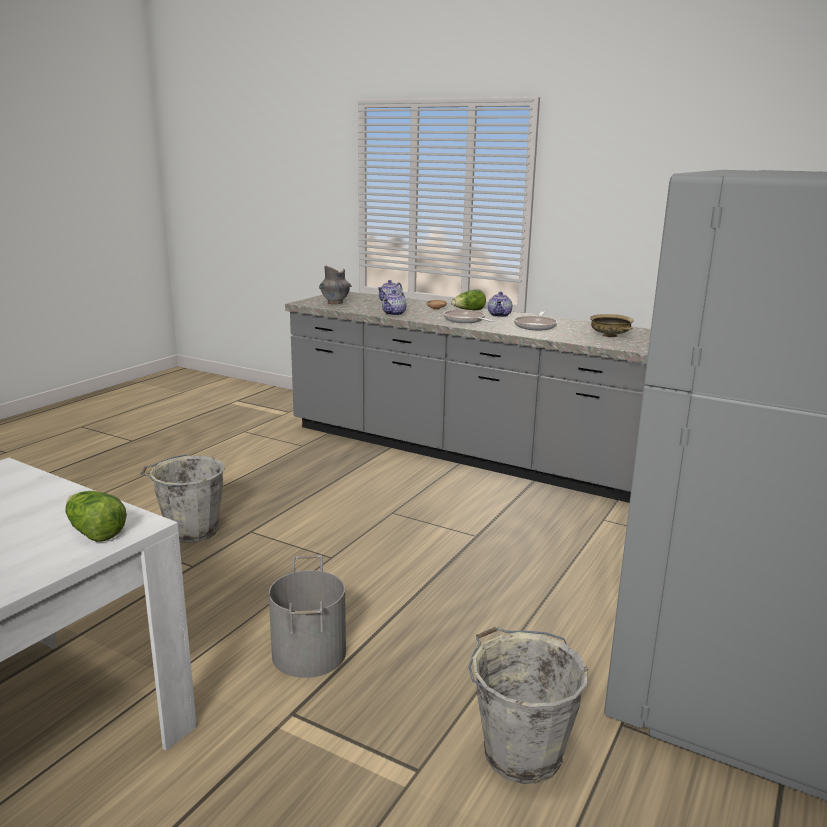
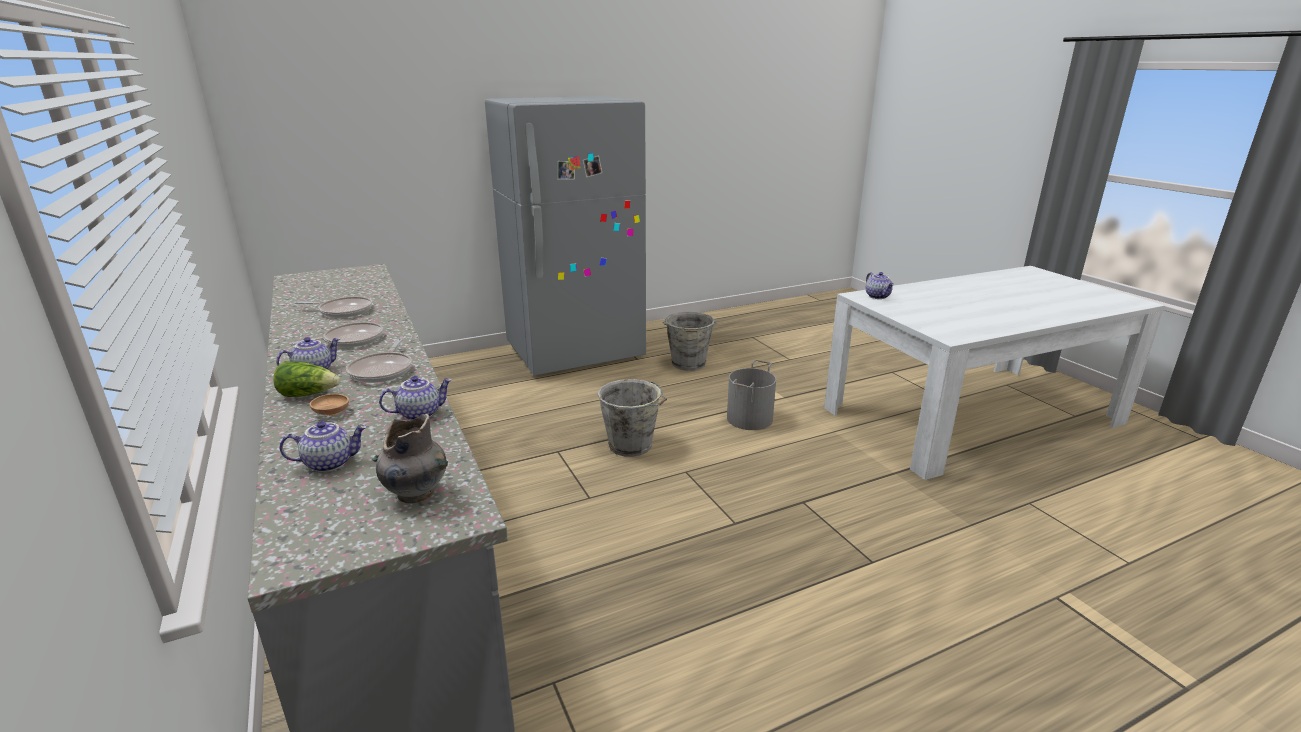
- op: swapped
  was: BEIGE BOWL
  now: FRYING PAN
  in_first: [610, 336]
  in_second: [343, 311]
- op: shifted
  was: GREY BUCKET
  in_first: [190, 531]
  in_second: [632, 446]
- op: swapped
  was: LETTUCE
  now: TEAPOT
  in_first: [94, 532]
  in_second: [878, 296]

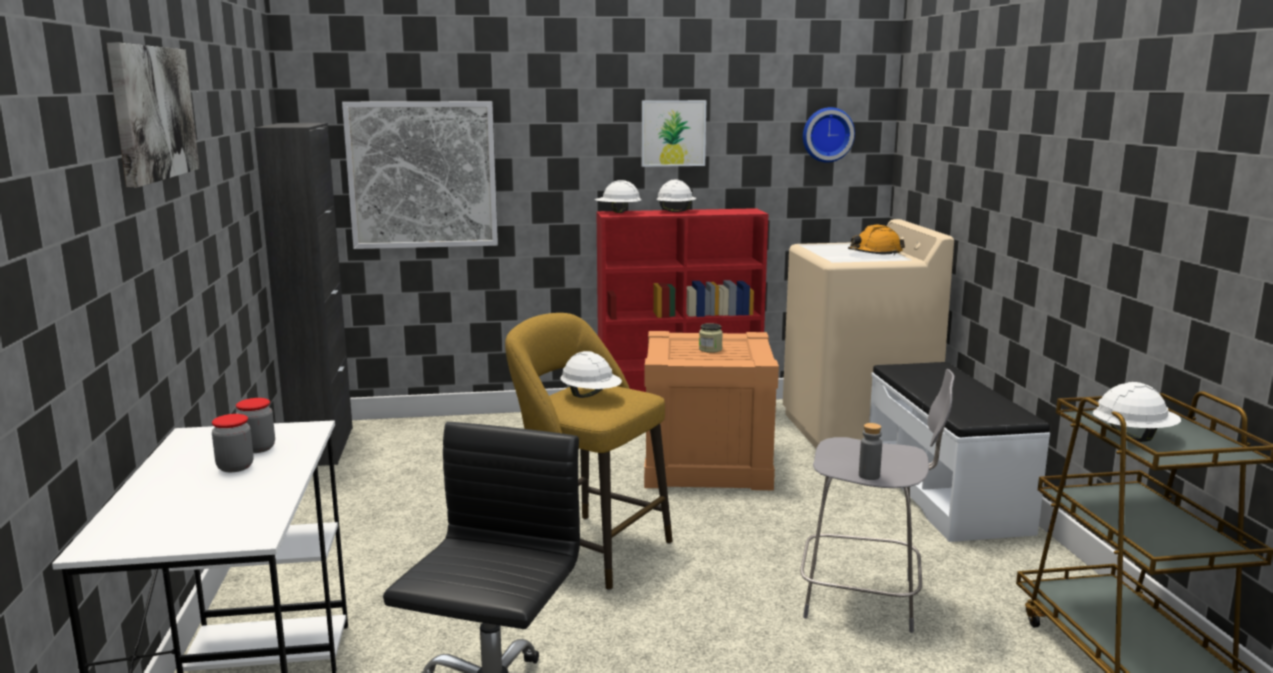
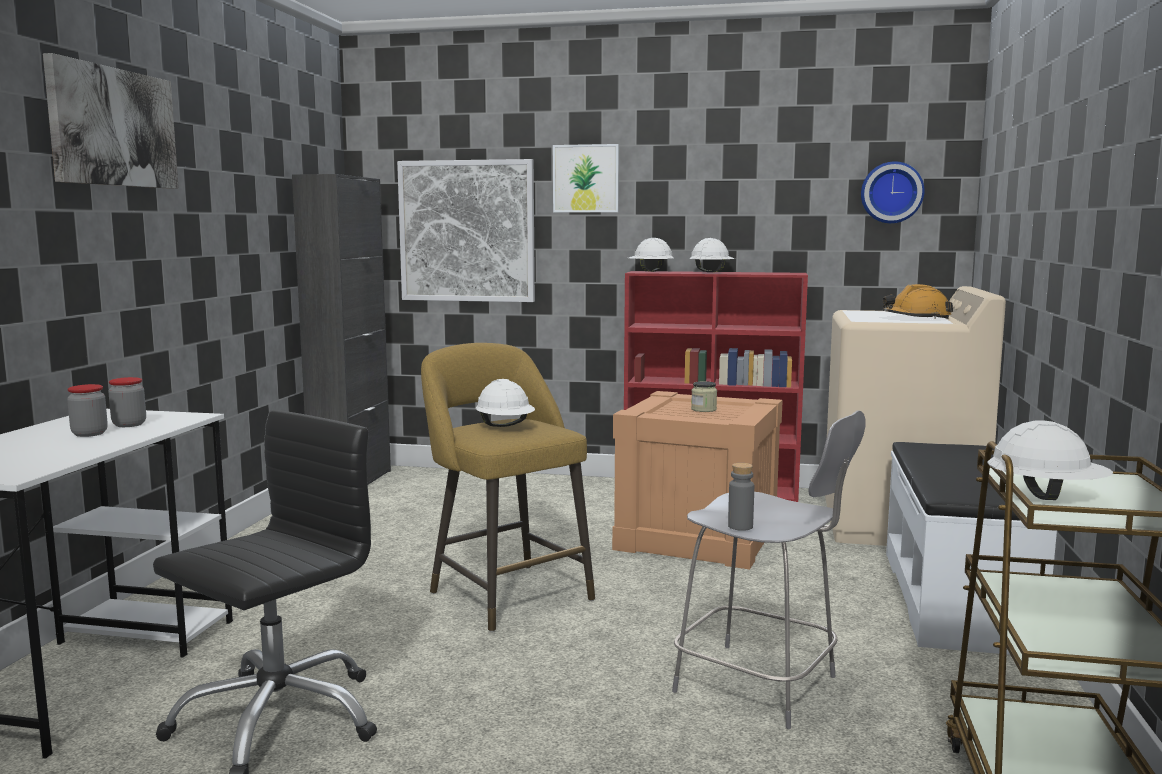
- op: shifted
  was: PICTURE
  in_first: [673, 133]
  in_second: [586, 178]

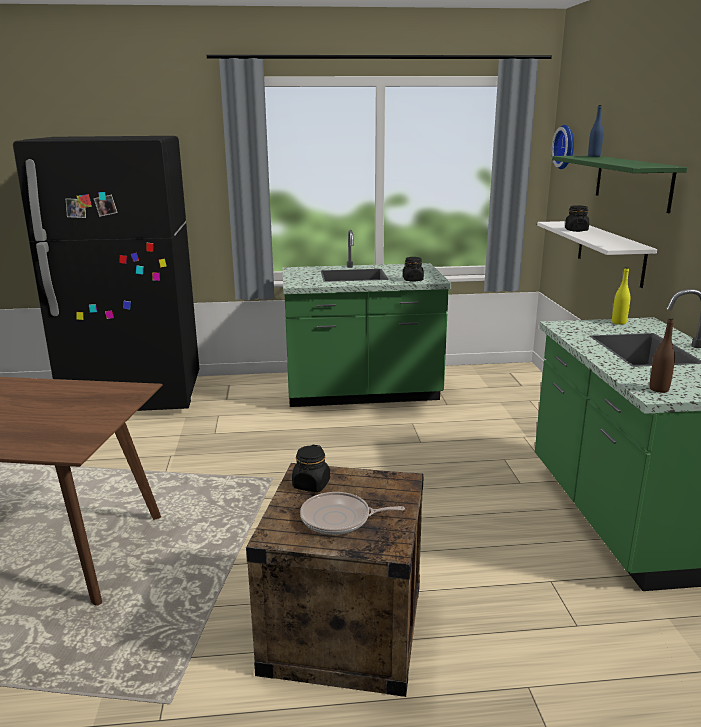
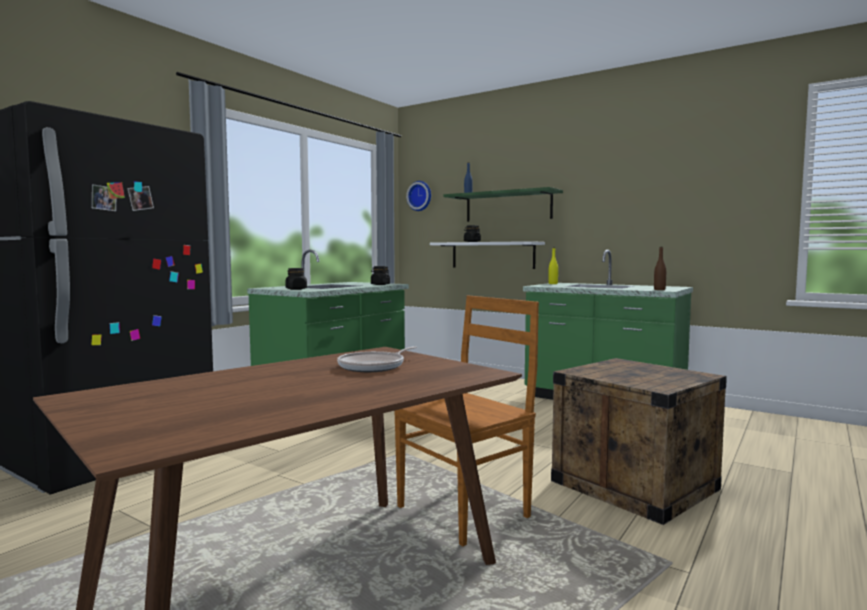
- op: shifted
  was: BLACK JAR
  in_first: [311, 485]
  in_second: [296, 289]
- op: shifted
  was: FRYING PAN
  in_first: [339, 519]
  in_second: [374, 366]
- op: new
  now: BROWN CHAIR
  in_second: [466, 512]

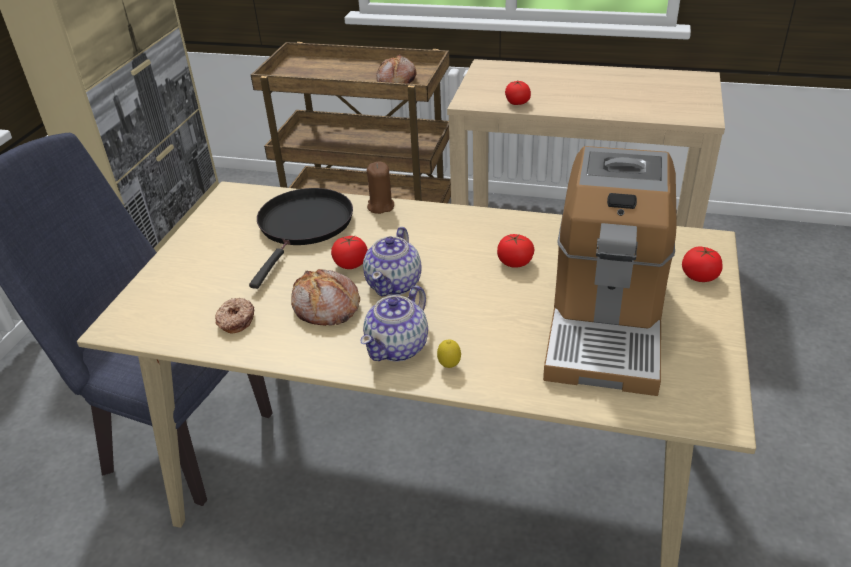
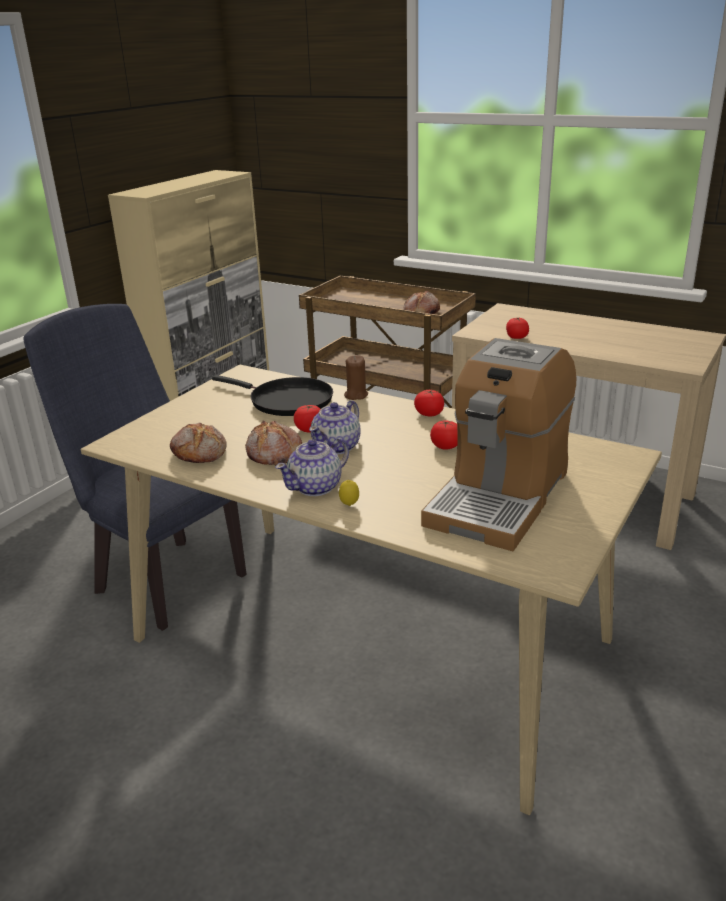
- op: rotated
  was: BLACK FRYING PAN
  in_first: [304, 227]
  in_second: [286, 401]
  clockwise: 90
- op: shifted
  was: TOMATO
  in_first: [699, 276]
  in_second: [429, 414]
- op: swapped
  was: DONUT
  now: BREAD
  in_first: [235, 320]
  in_second: [200, 452]

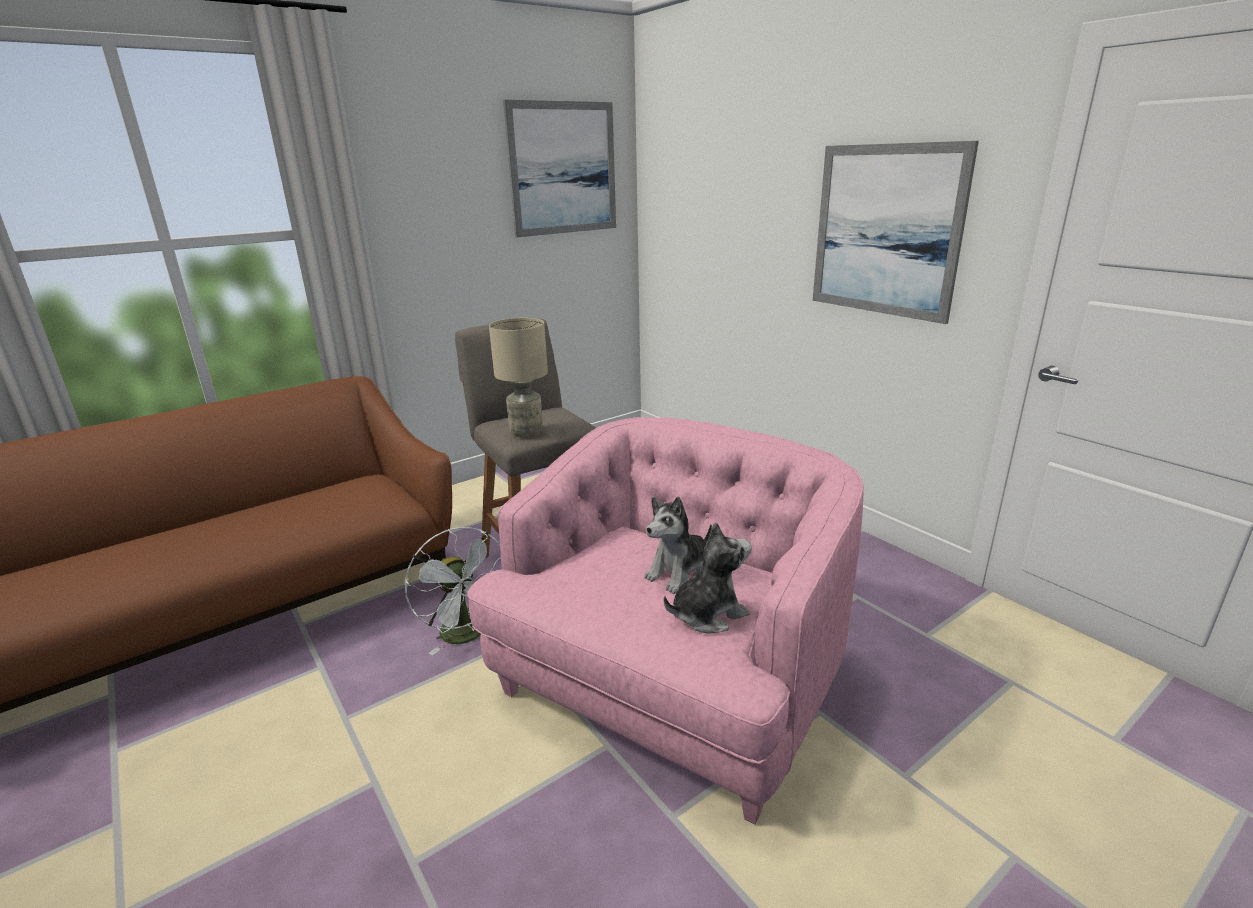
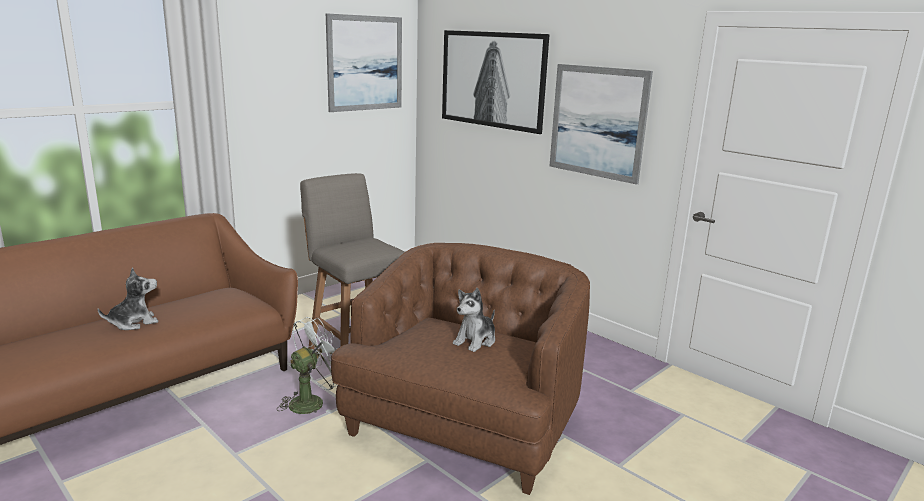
- op: gone
  was: BEIGE TABLE LAMP
  in_first: [526, 432]
- op: repainted
  was: PINK ARMCHAIR
  now: BROWN ARMCHAIR
  in_first: [670, 683]
  in_second: [464, 424]
- op: shifted
  was: PLUSH TOY
  in_first: [707, 614]
  in_second: [134, 322]
- op: rotated
  was: WHITE FAN
  in_first: [468, 635]
  in_second: [312, 401]
  clockwise: -90
- op: new
  now: PICTURE
  in_second: [493, 79]

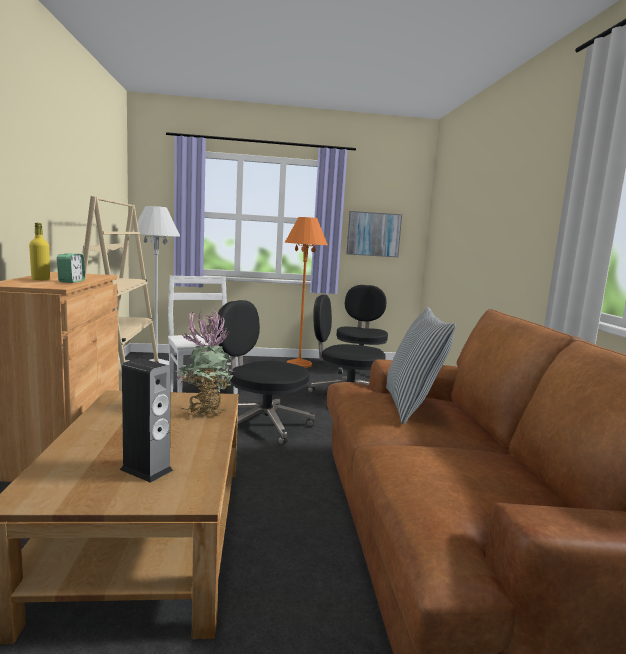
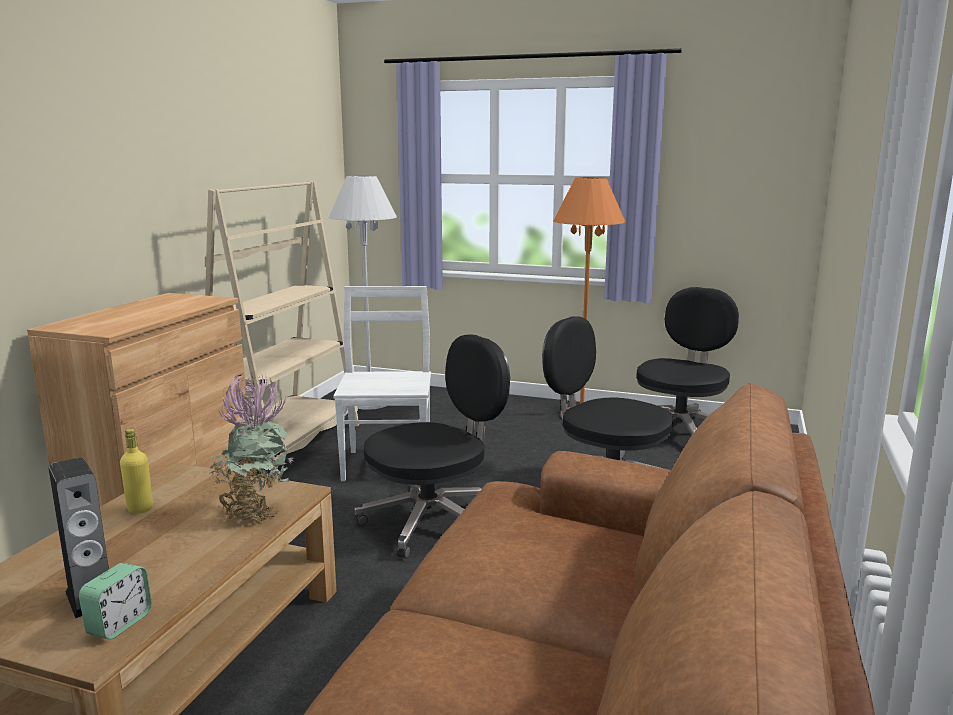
- op: gone
  was: PICTURE
  in_first: [373, 234]
- op: shifted
  was: YELLOW BOTTLE
  in_first: [40, 279]
  in_second: [140, 509]
- op: shifted
  was: ALARM CLOCK
  in_first: [71, 281]
  in_second: [119, 624]
- op: rotated
  was: BLACK OFFICE CHAIR
  in_first: [262, 424]
  in_second: [433, 521]
  clockwise: 90
- op: gone
  was: PILLOW
  in_first: [412, 406]

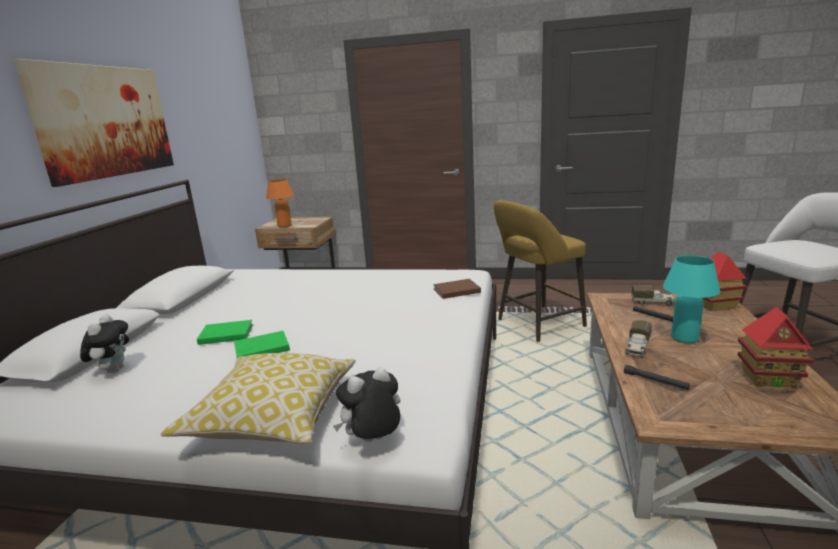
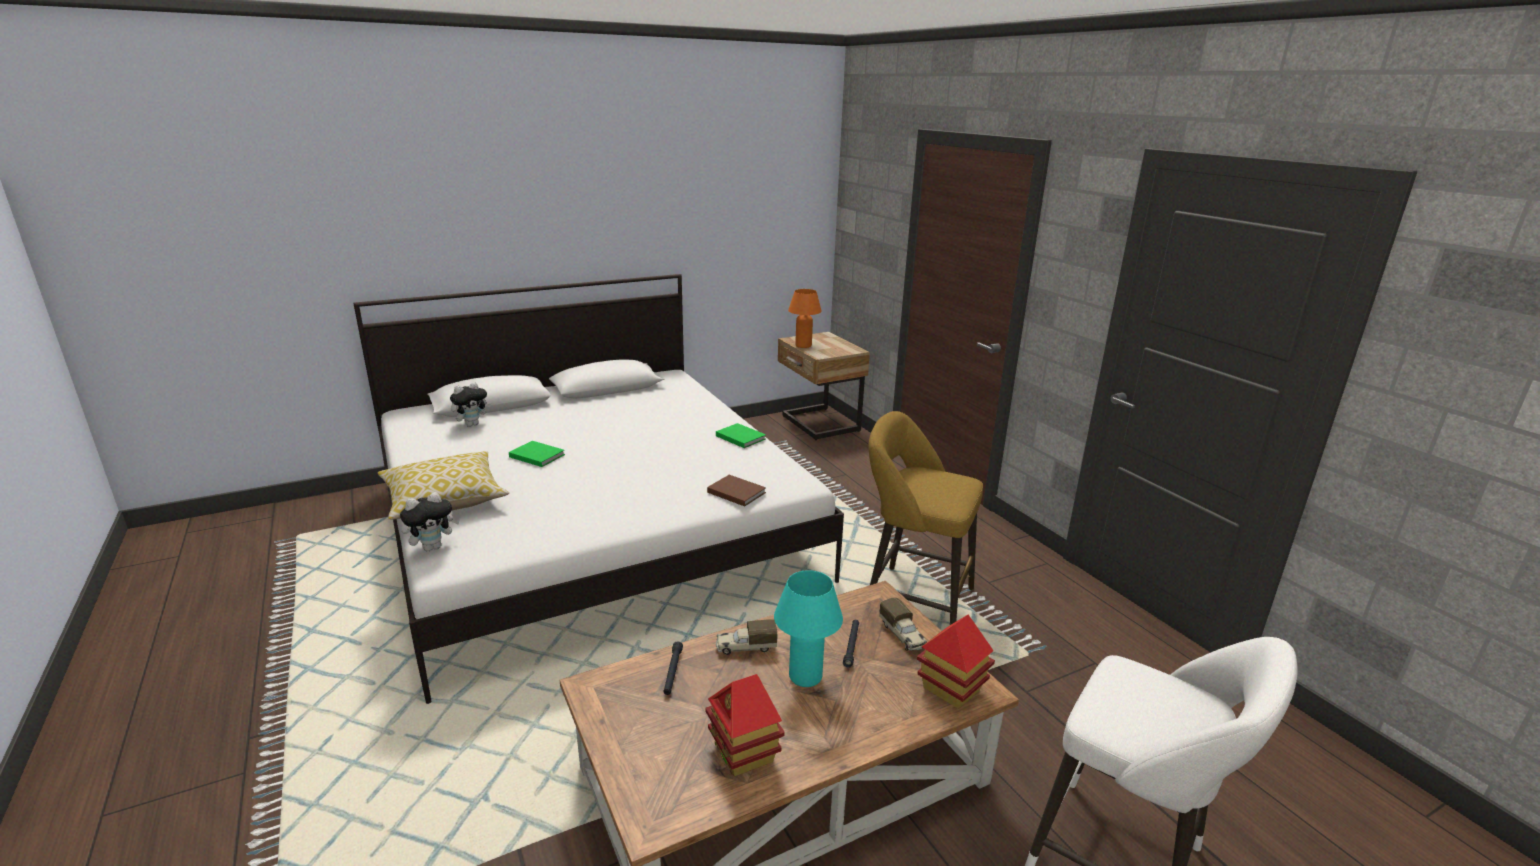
- op: gone
  was: PICTURE
  in_first: [105, 122]
- op: shifted
  was: GREEN BOOK
  in_first: [225, 334]
  in_second: [740, 437]
- op: rotated
  was: PLUSH TOY
  in_first: [373, 441]
  in_second: [433, 547]
  clockwise: 120

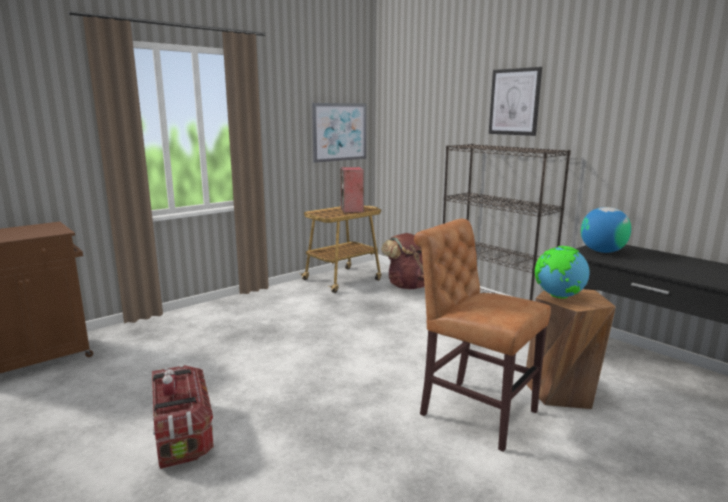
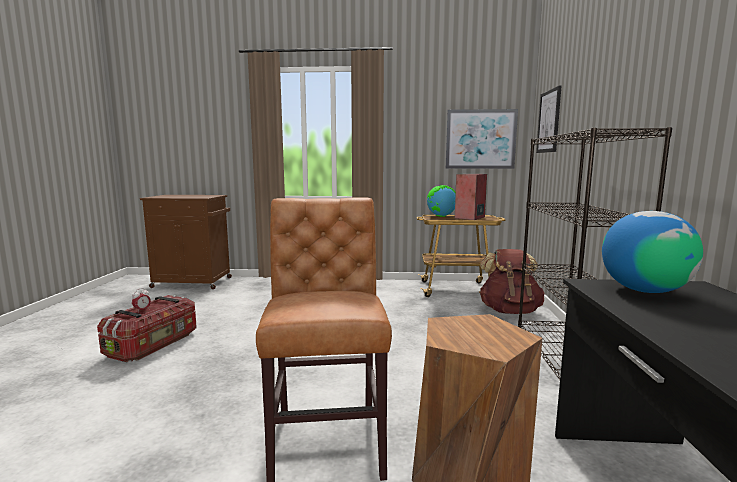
- op: shifted
  was: PICTURE
  in_first: [514, 102]
  in_second: [549, 121]
- op: shifted
  was: GLOBE
  in_first: [558, 296]
  in_second: [441, 216]

